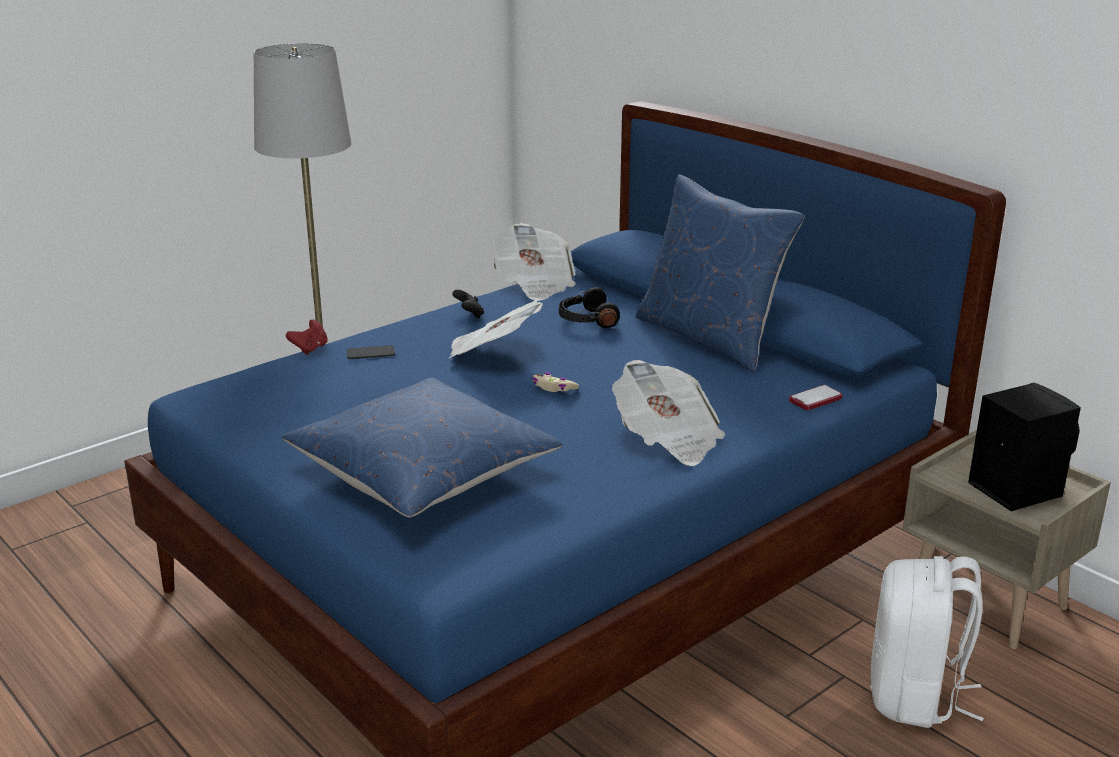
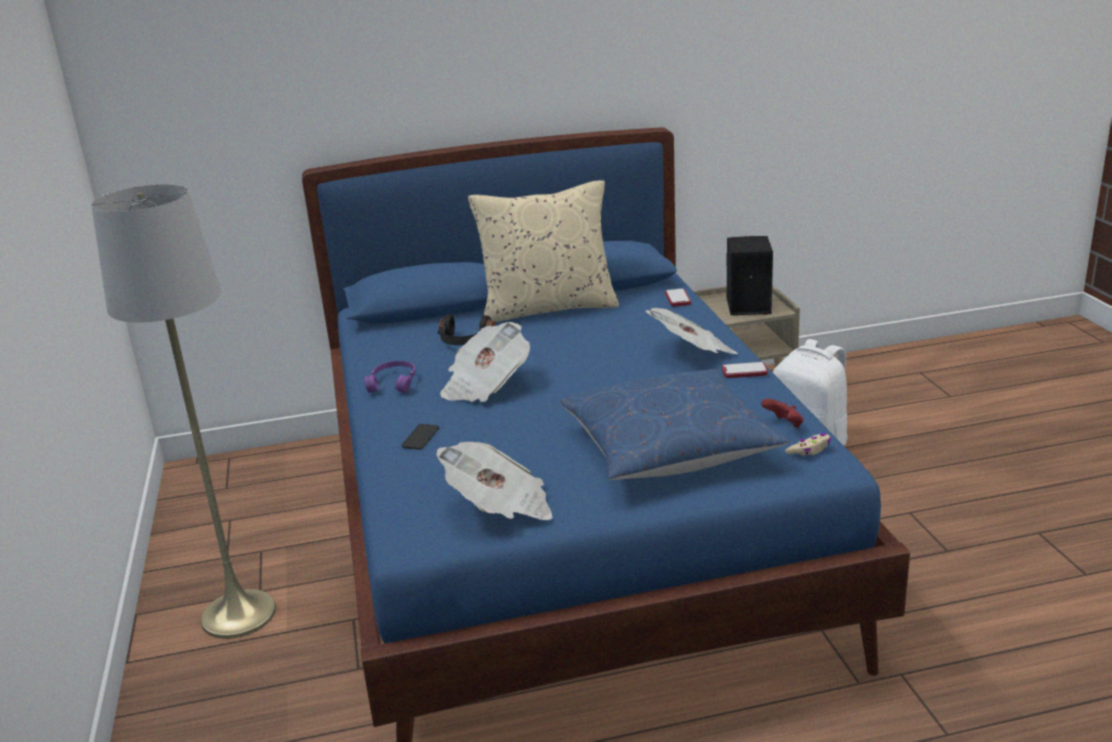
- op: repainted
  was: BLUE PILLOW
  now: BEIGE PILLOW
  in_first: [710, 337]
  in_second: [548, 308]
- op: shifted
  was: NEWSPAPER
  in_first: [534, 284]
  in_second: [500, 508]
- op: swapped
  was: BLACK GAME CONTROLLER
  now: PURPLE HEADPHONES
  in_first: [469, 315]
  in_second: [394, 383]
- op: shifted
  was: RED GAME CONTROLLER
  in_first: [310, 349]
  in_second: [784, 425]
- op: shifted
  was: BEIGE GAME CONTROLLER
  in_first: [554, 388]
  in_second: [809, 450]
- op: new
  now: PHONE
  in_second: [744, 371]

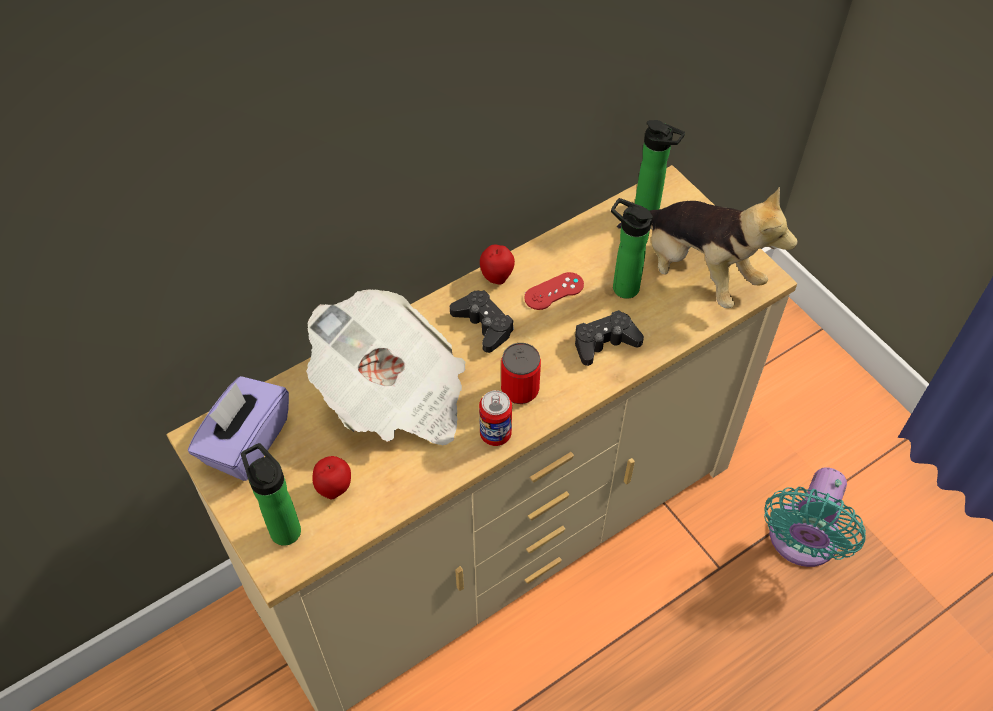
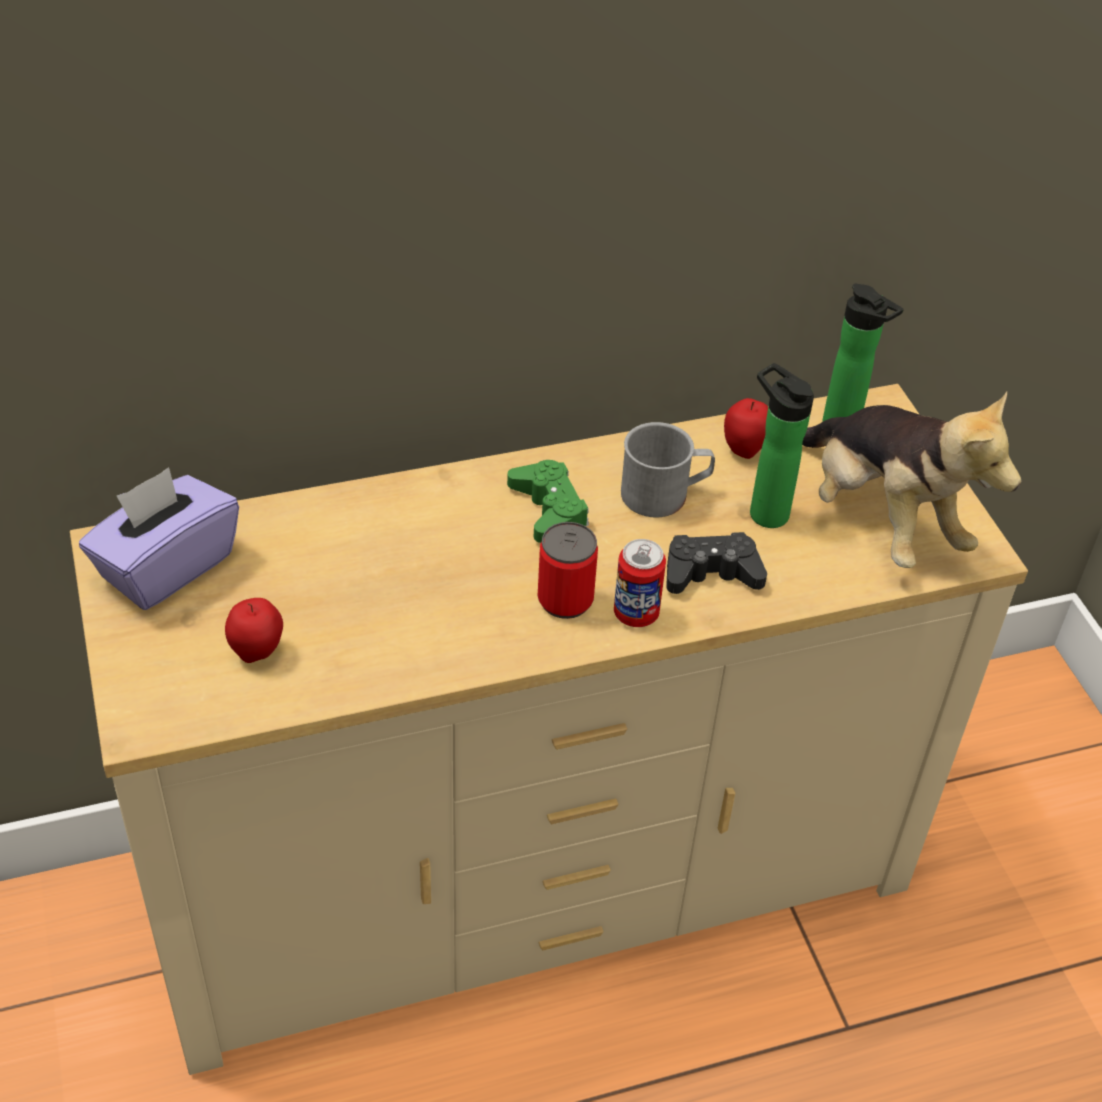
- op: shifted
  was: APPLE
  in_first: [497, 277]
  in_second: [744, 449]
- op: swapped
  was: RED GAME CONTROLLER
  now: GREY MUG
  in_first: [554, 291]
  in_second: [664, 494]
- op: gone
  was: NEWSPAPER
  in_first: [394, 394]
- op: repainted
  was: BLACK GAME CONTROLLER
  now: GREEN GAME CONTROLLER
  in_first: [483, 325]
  in_second: [549, 509]
- op: shifted
  was: CAN
  in_first: [495, 434]
  in_second: [636, 613]
- op: gone
  was: BOTTLE
  in_first: [283, 527]
- op: gone
  was: TURQUOISE FAN
  in_first: [801, 541]

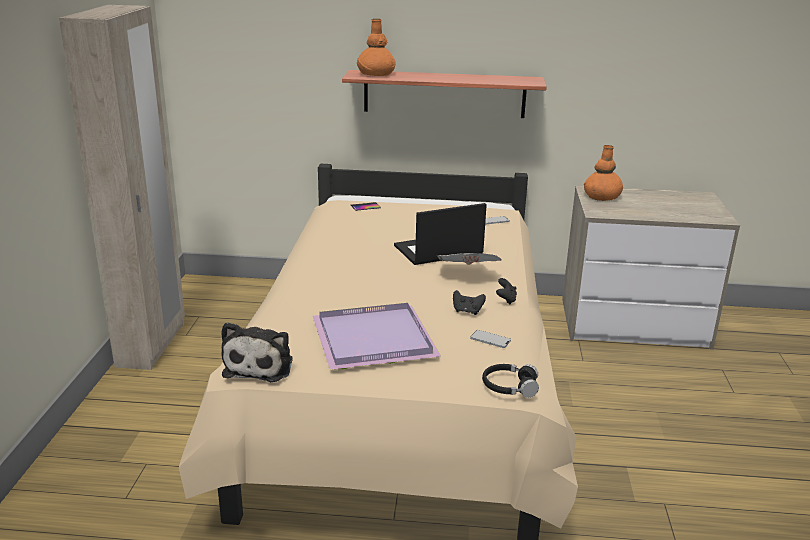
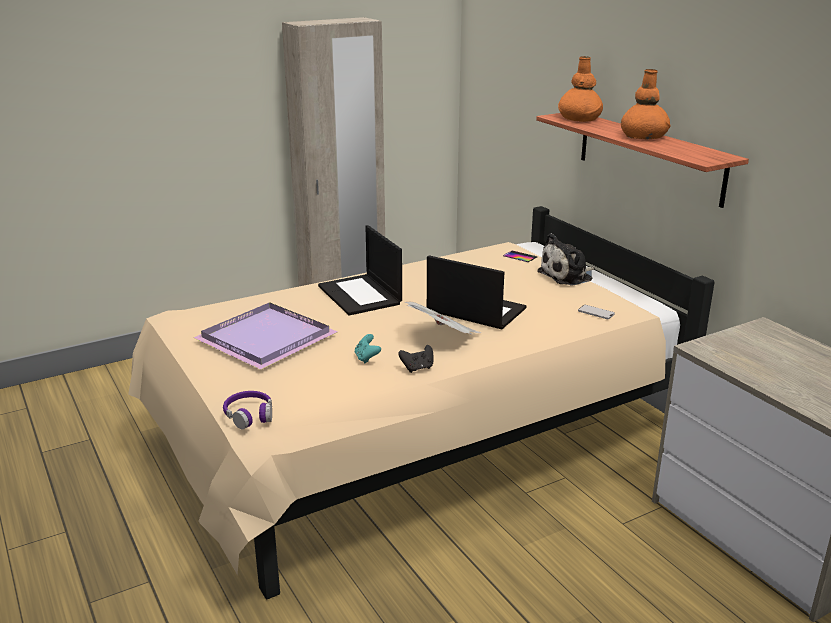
- op: shifted
  was: ORANGE VASE
  in_first: [602, 196]
  in_second: [643, 137]
- op: repainted
  was: BLACK GAME CONTROLLER
  now: TURQUOISE GAME CONTROLLER
  in_first: [467, 311]
  in_second: [367, 358]
- op: shifted
  was: PLUSH TOY
  in_first: [260, 365]
  in_second: [568, 275]
- op: gone
  was: PHONE
  in_first: [490, 340]
- op: repainted
  was: BLACK HEADPHONES
  now: PURPLE HEADPHONES
  in_first: [509, 387]
  in_second: [249, 415]
- op: new
  now: LAPTOP
  in_second: [361, 295]

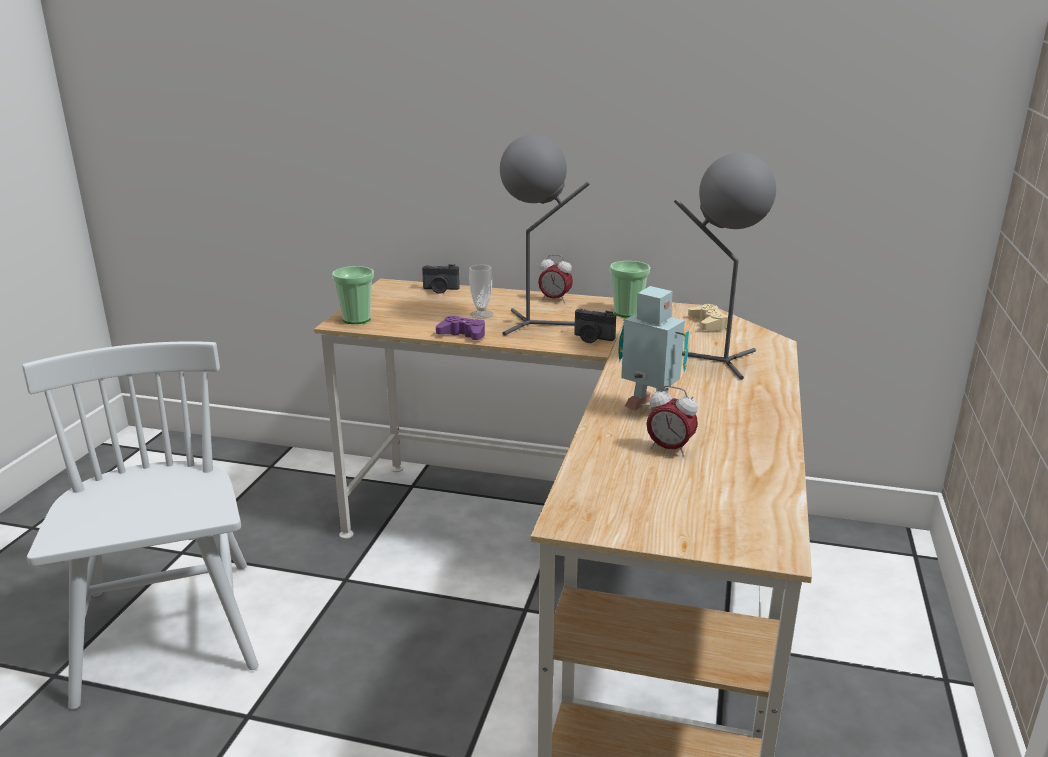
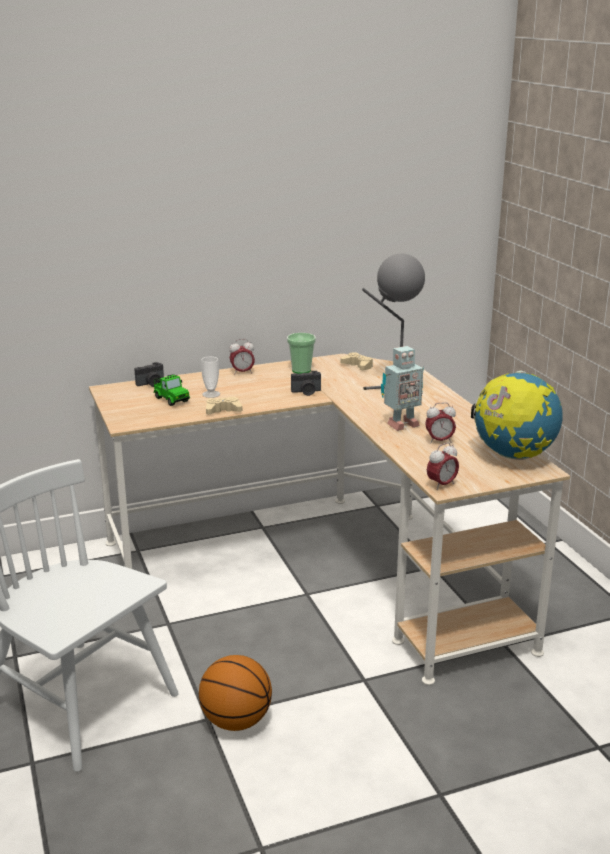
- op: gone
  was: GREY TABLE LAMP
  in_first: [534, 324]
- op: gone
  was: CUP
  in_first: [356, 319]
- op: rotated
  was: TOY ROBOT
  in_first: [649, 410]
  in_second: [400, 424]
  clockwise: 150
- op: repainted
  was: PURPLE GAME CONTROLLER
  now: BEIGE GAME CONTROLLER
  in_first: [463, 335]
  in_second: [223, 410]
- op: new
  now: GLOBE
  in_second: [513, 455]
- op: new
  now: TOY CAR
  in_second: [170, 399]
- op: new
  now: ALARM CLOCK
  in_second: [441, 485]
- op: new
  now: BASKETBALL
  in_second: [236, 721]

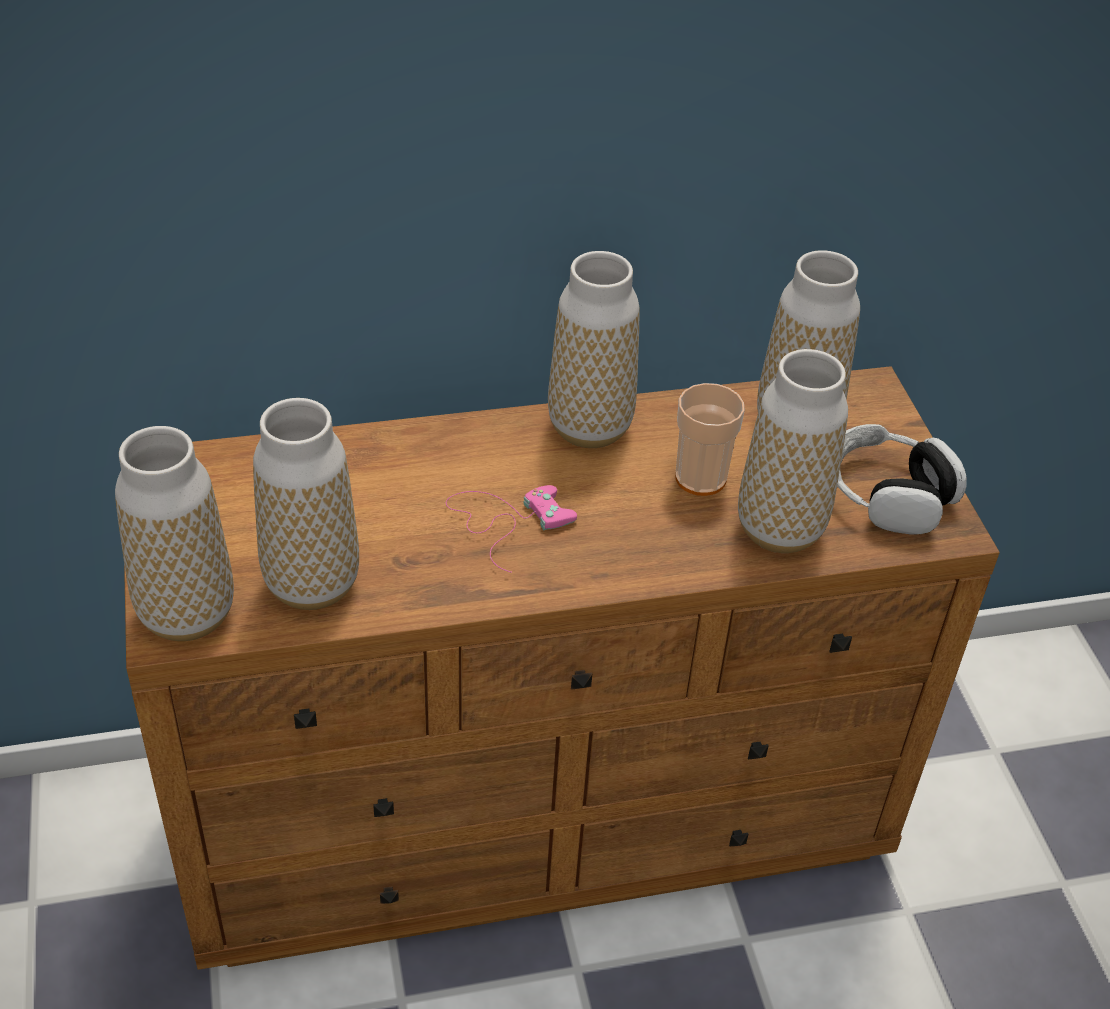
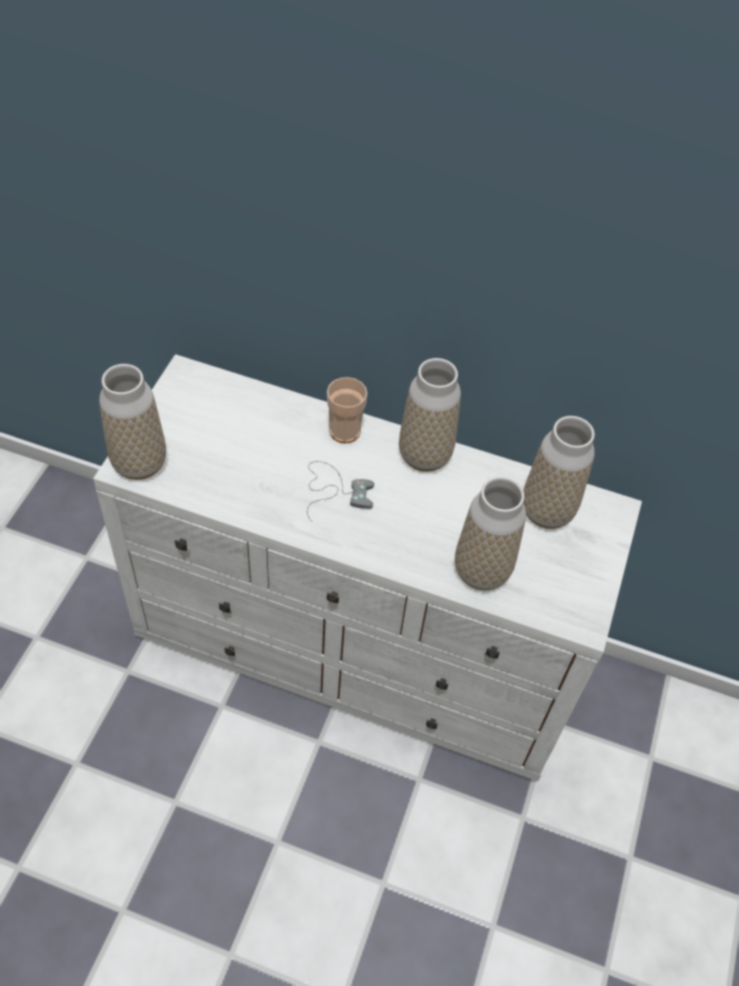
- op: repainted
  was: BROWN DRESSER
  now: WHITE DRESSER
  in_first: [541, 815]
  in_second: [358, 649]
- op: shifted
  was: CUP
  in_first: [700, 478]
  in_second: [344, 431]
- op: gone
  was: VASE
  in_first: [312, 584]
- op: gone
  was: HEADPHONES
  in_first: [888, 495]
- op: repainted
  was: PINK GAME CONTROLLER
  now: GREY GAME CONTROLLER
  in_first: [506, 520]
  in_second: [335, 490]

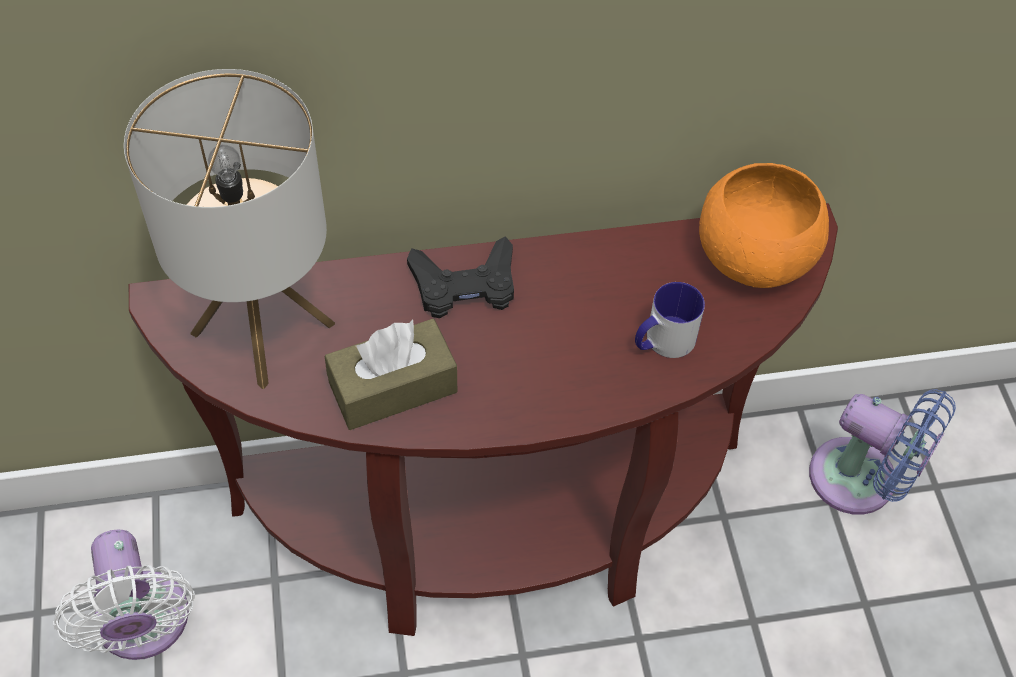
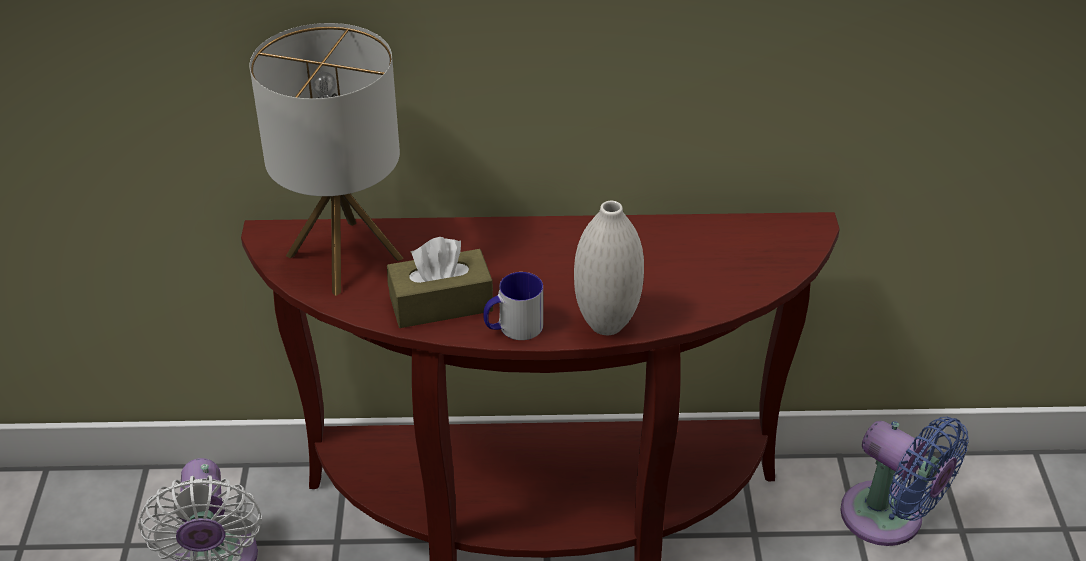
- op: gone
  was: ORANGE BOWL
  in_first: [753, 257]
- op: gone
  was: BLACK GAME CONTROLLER
  in_first: [464, 285]
- op: shifted
  was: MUG
  in_first: [662, 342]
  in_second: [513, 328]
- op: new
  now: WHITE VASE
  in_second: [606, 324]

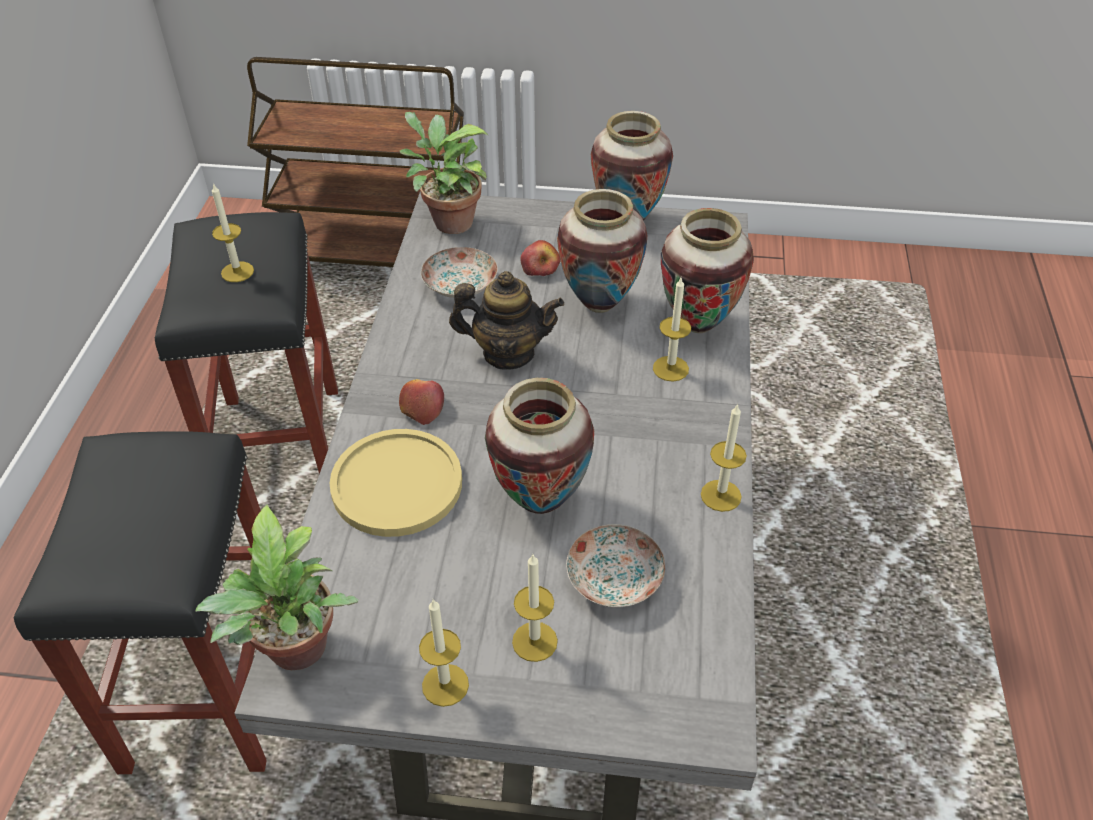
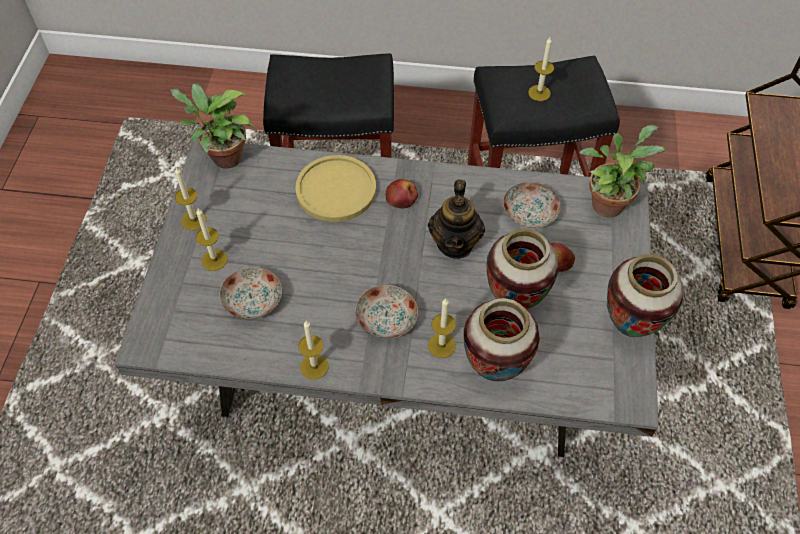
- op: gone
  was: VASE
  in_first: [540, 502]
- op: new
  now: PLATE
  in_second: [385, 319]

